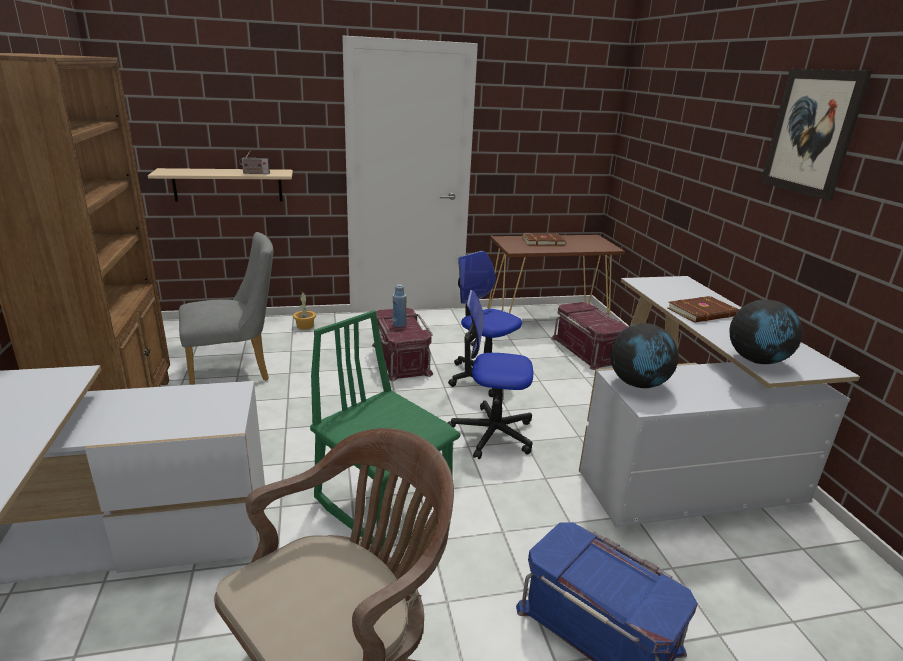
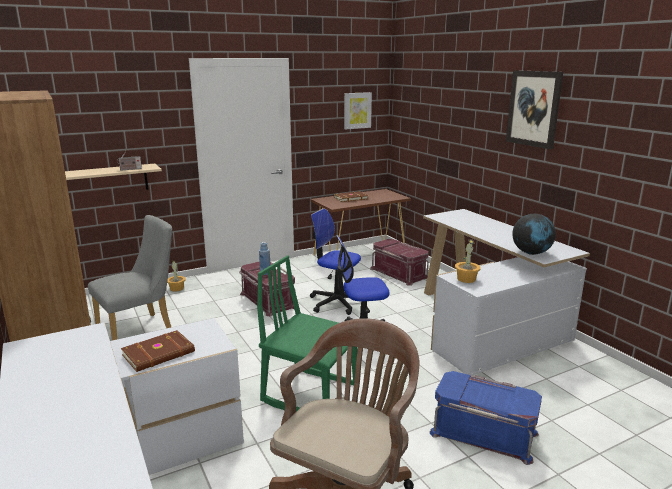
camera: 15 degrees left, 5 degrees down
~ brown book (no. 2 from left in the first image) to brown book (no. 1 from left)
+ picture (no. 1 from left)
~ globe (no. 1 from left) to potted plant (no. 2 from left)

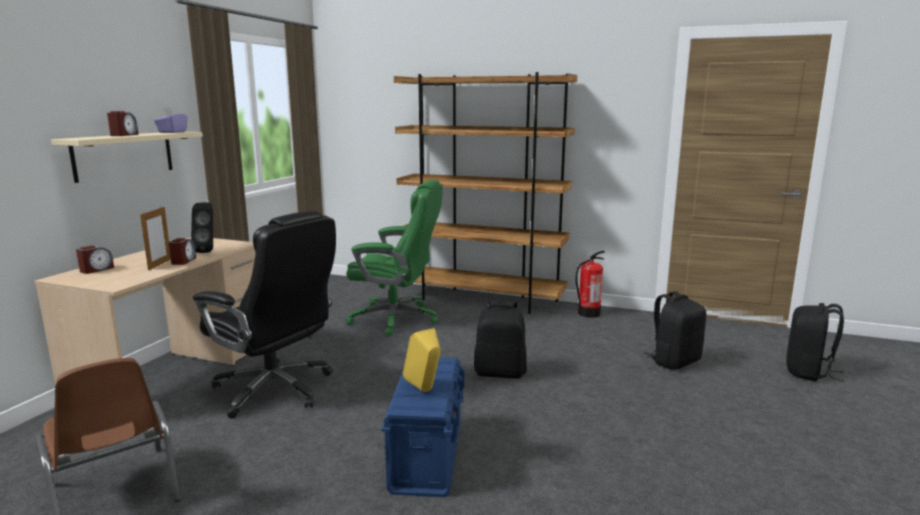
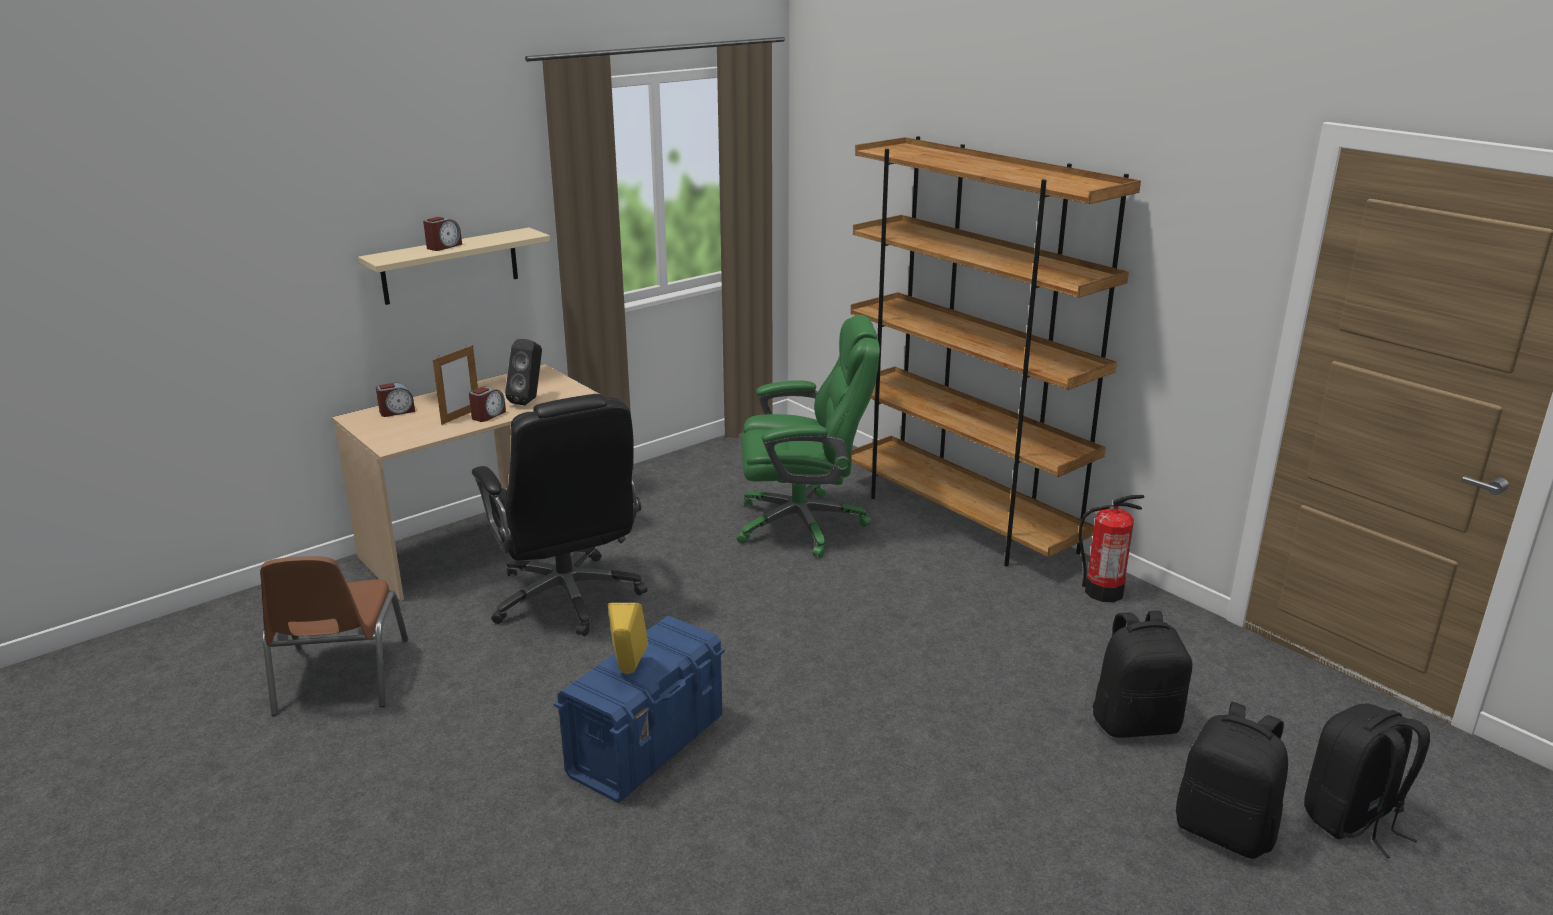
camera: 30 degrees right, 10 degrees up
~ green office chair 45 degrees counterclockwise
~ black backpack (no. 1 from left in the first image) to black backpack (no. 2 from left)
- purple tissue box

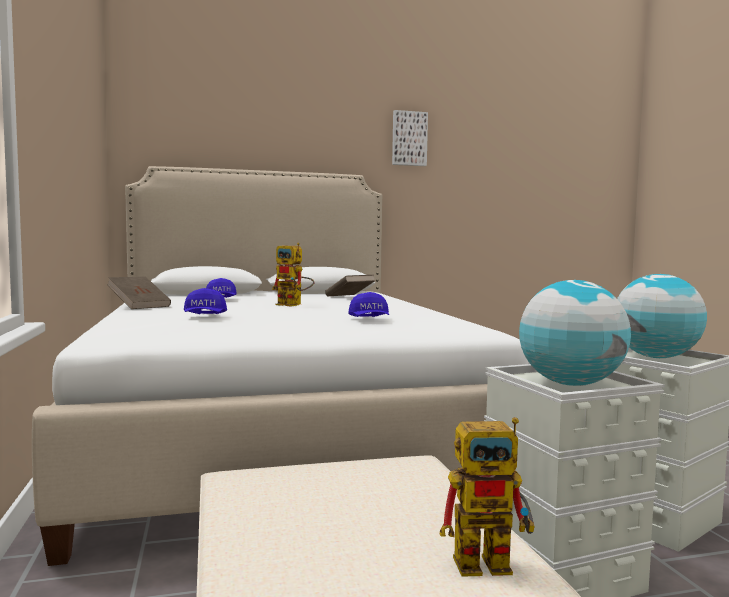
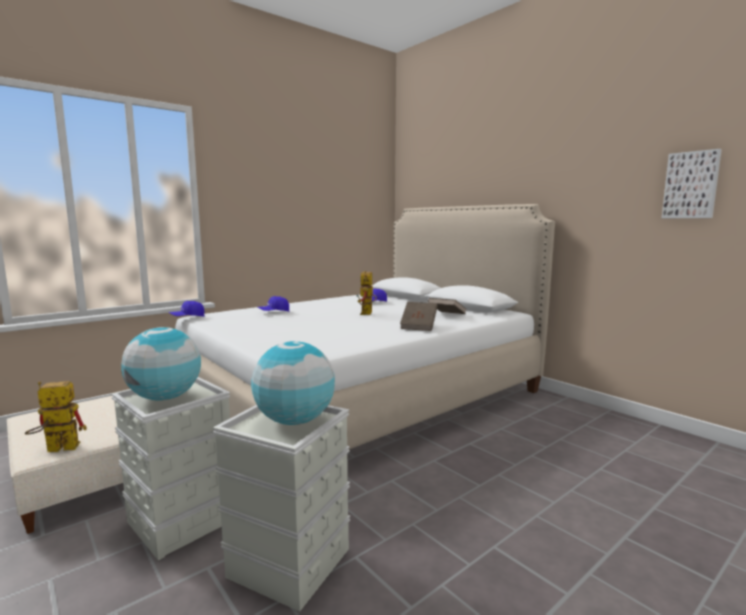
camera: 65 degrees right, 5 degrees up
~ toy robot (no. 2 from left in the first image) 105 degrees clockwise
~ blue cap (no. 3 from left in the first image) to blue cap (no. 1 from left)
~ brown book (no. 1 from left)
~ picture

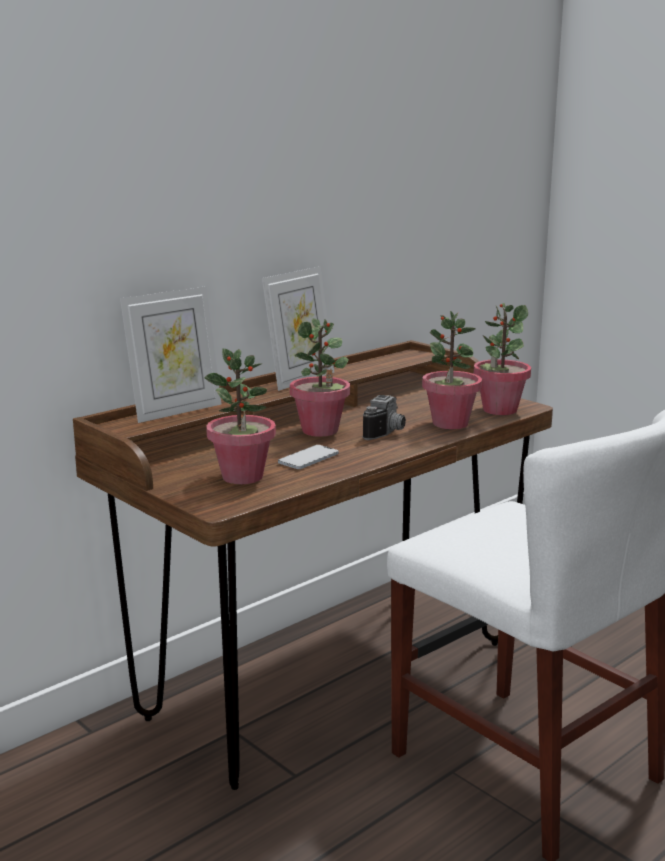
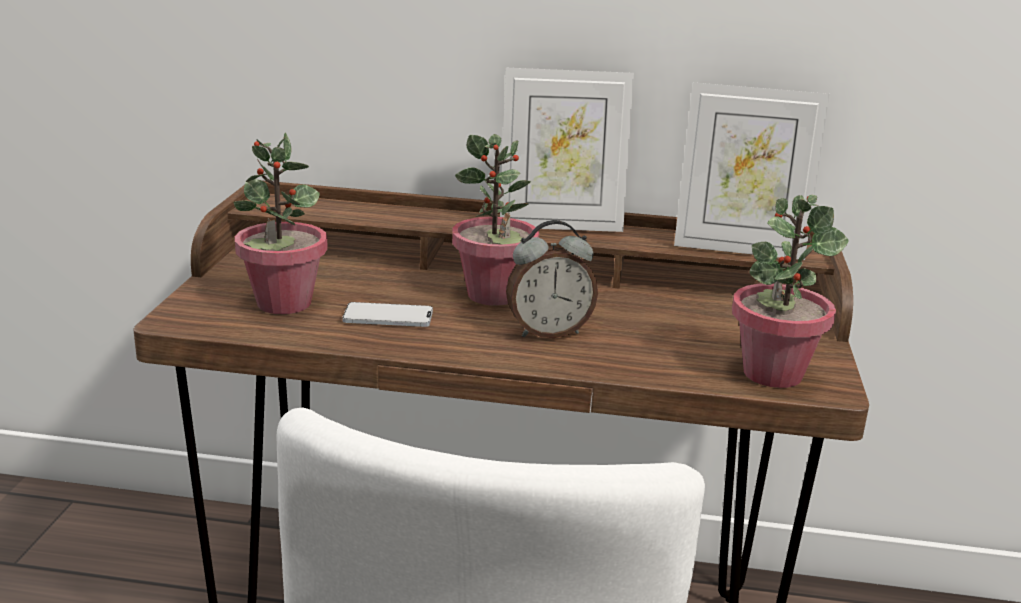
camera: 50 degrees right, 5 degrees up
~ photo camera to alarm clock
~ picture frame (no. 1 from left in the first image) to picture frame (no. 2 from left)
- potted plant (no. 3 from left)

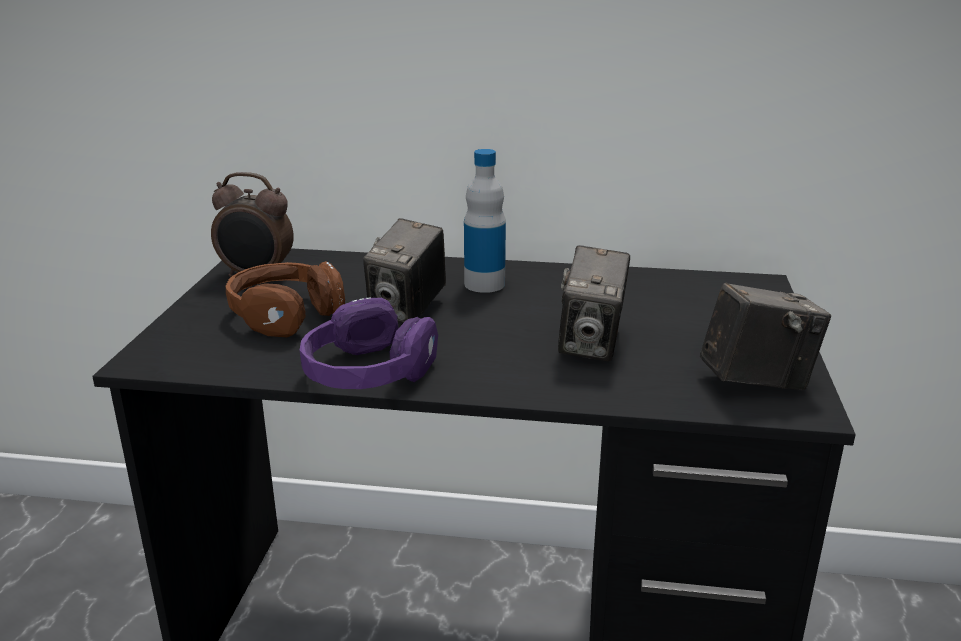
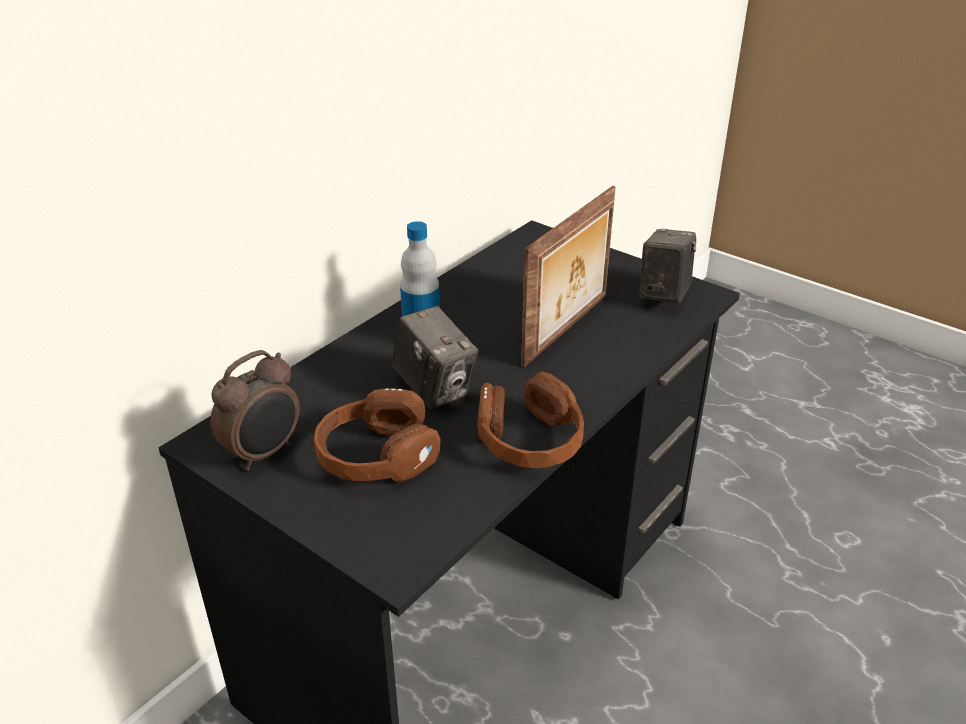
camera: 60 degrees left, 10 degrees up
~ purple headphones to brown headphones (no. 2 from left)
~ photo camera (no. 2 from left) to picture frame

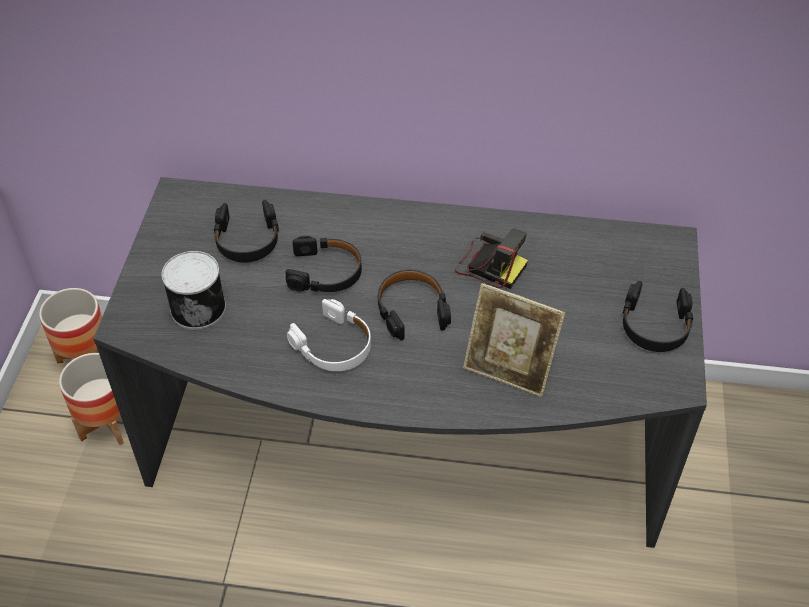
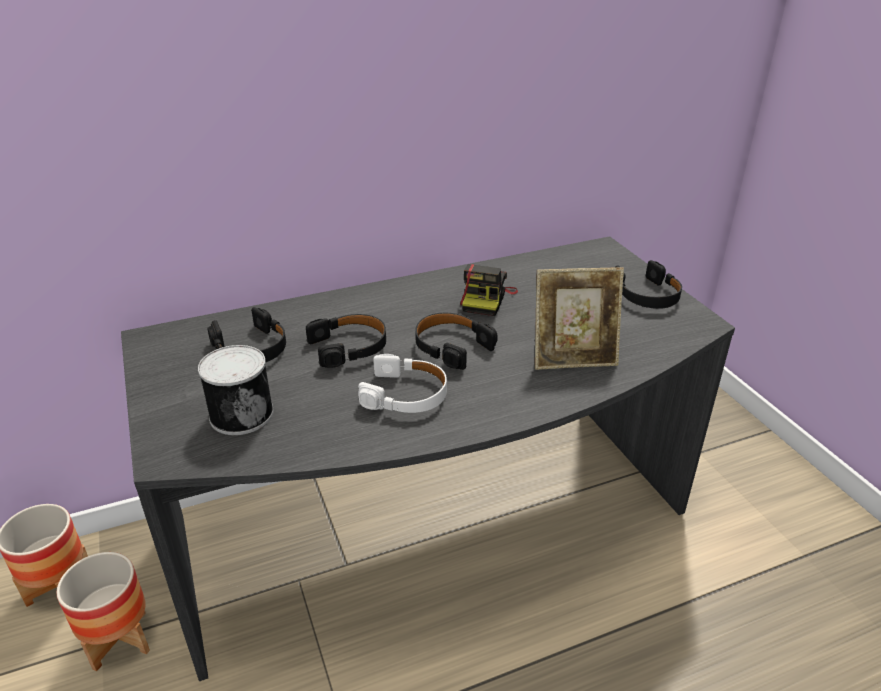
camera: 30 degrees left, 15 degrees down
~ photo camera 105 degrees clockwise

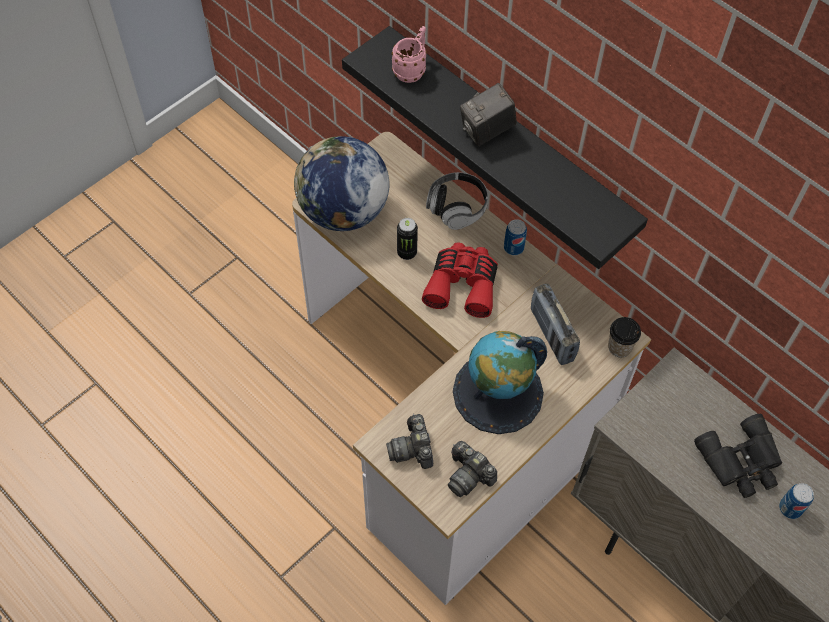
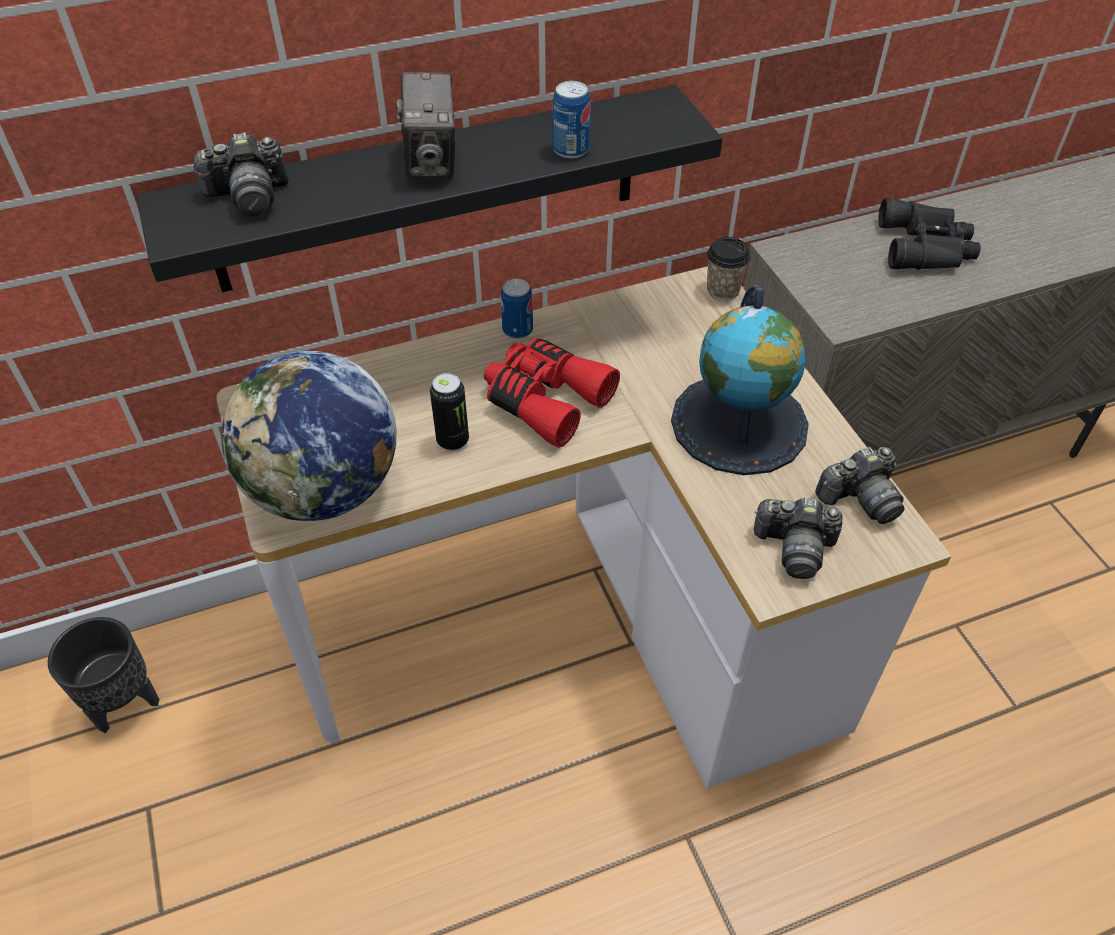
camera: 65 degrees left, 10 degrees down
+ black planter
~ pink mug to photo camera (no. 1 from left)
~ can (no. 3 from left)
- headphones
- radio

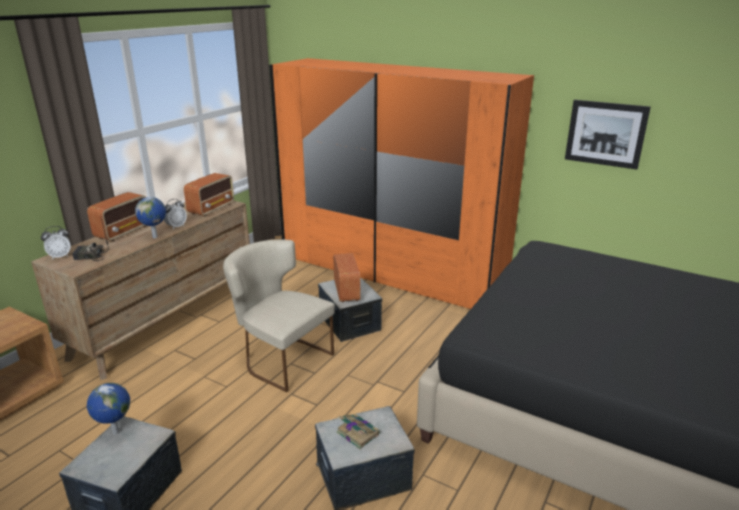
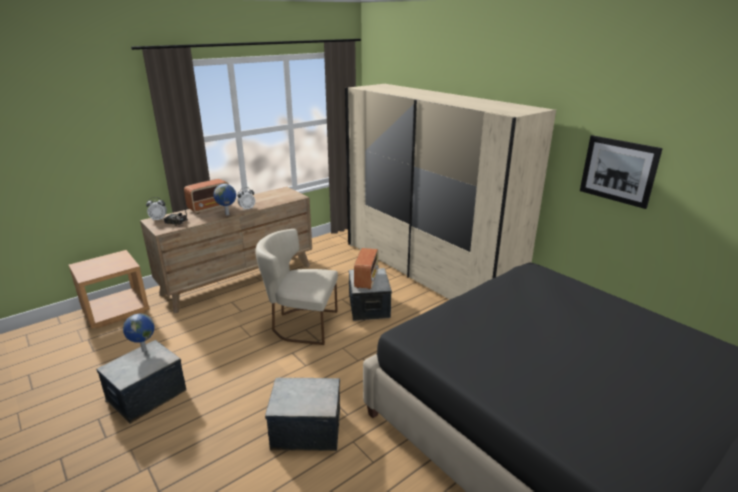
camera: 20 degrees right, 0 degrees up
~ beige chair 45 degrees counterclockwise
~ orange wardrobe to beige wardrobe
- radio (no. 3 from left)
- book

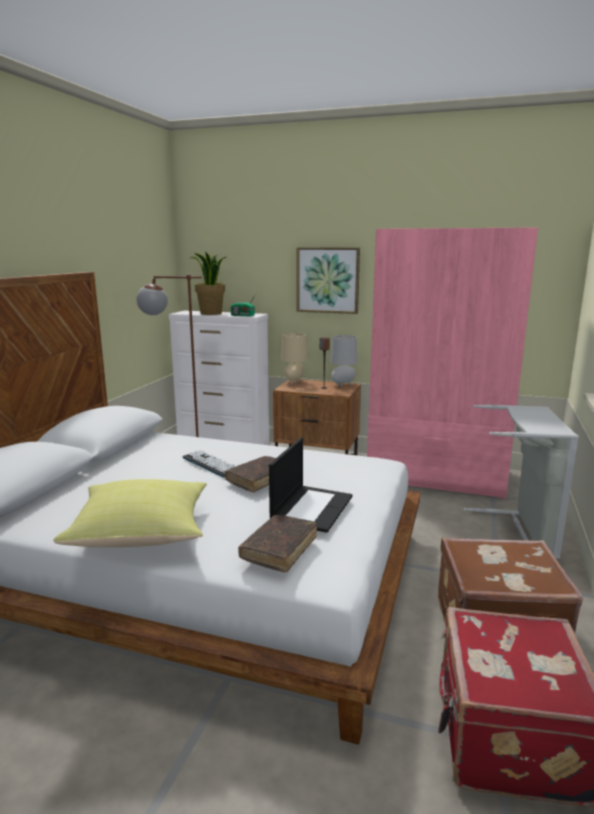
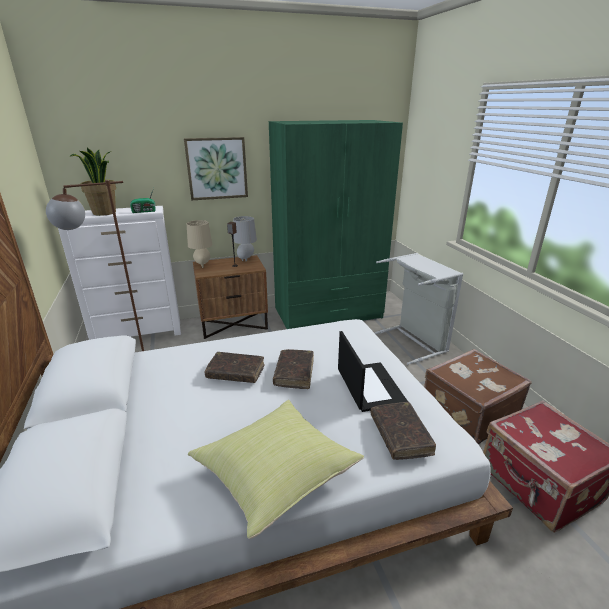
camera: 35 degrees left, 10 degrees up
~ keyboard to brown book (no. 1 from left)
~ pink wardrobe to green wardrobe

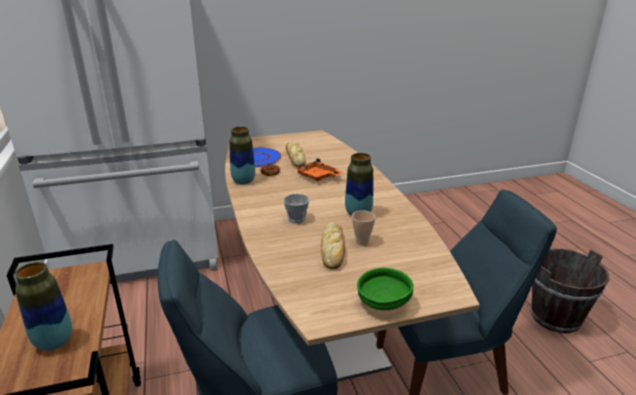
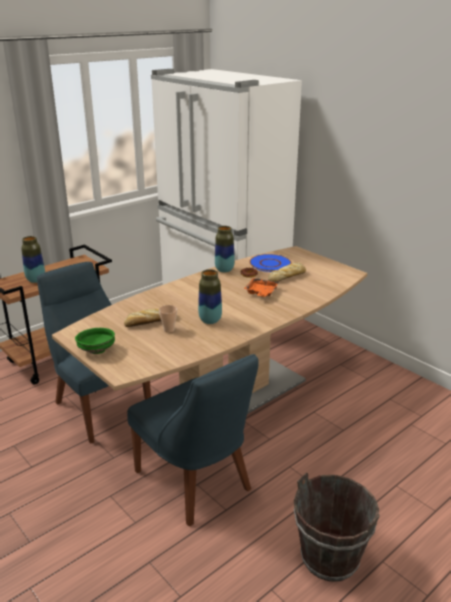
camera: 65 degrees right, 0 degrees up
- cup (no. 1 from left)

